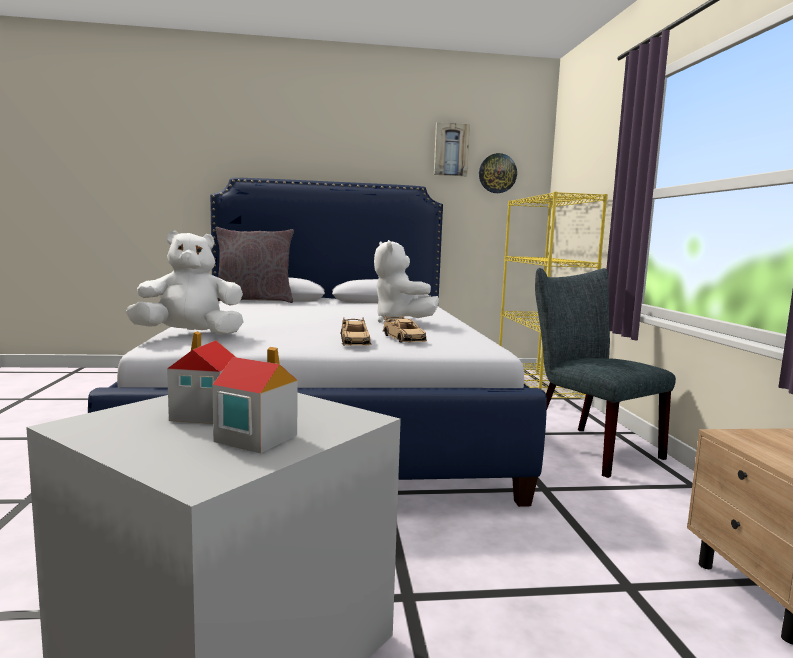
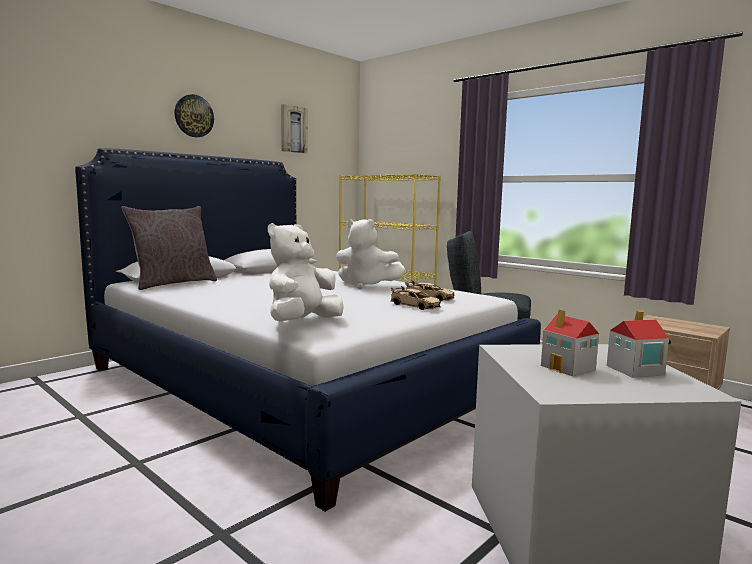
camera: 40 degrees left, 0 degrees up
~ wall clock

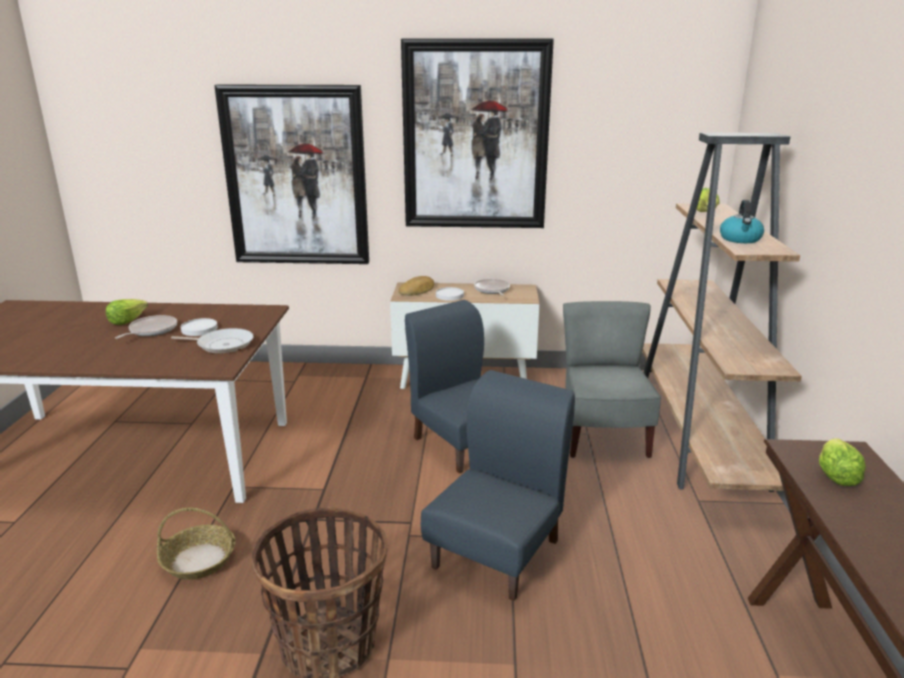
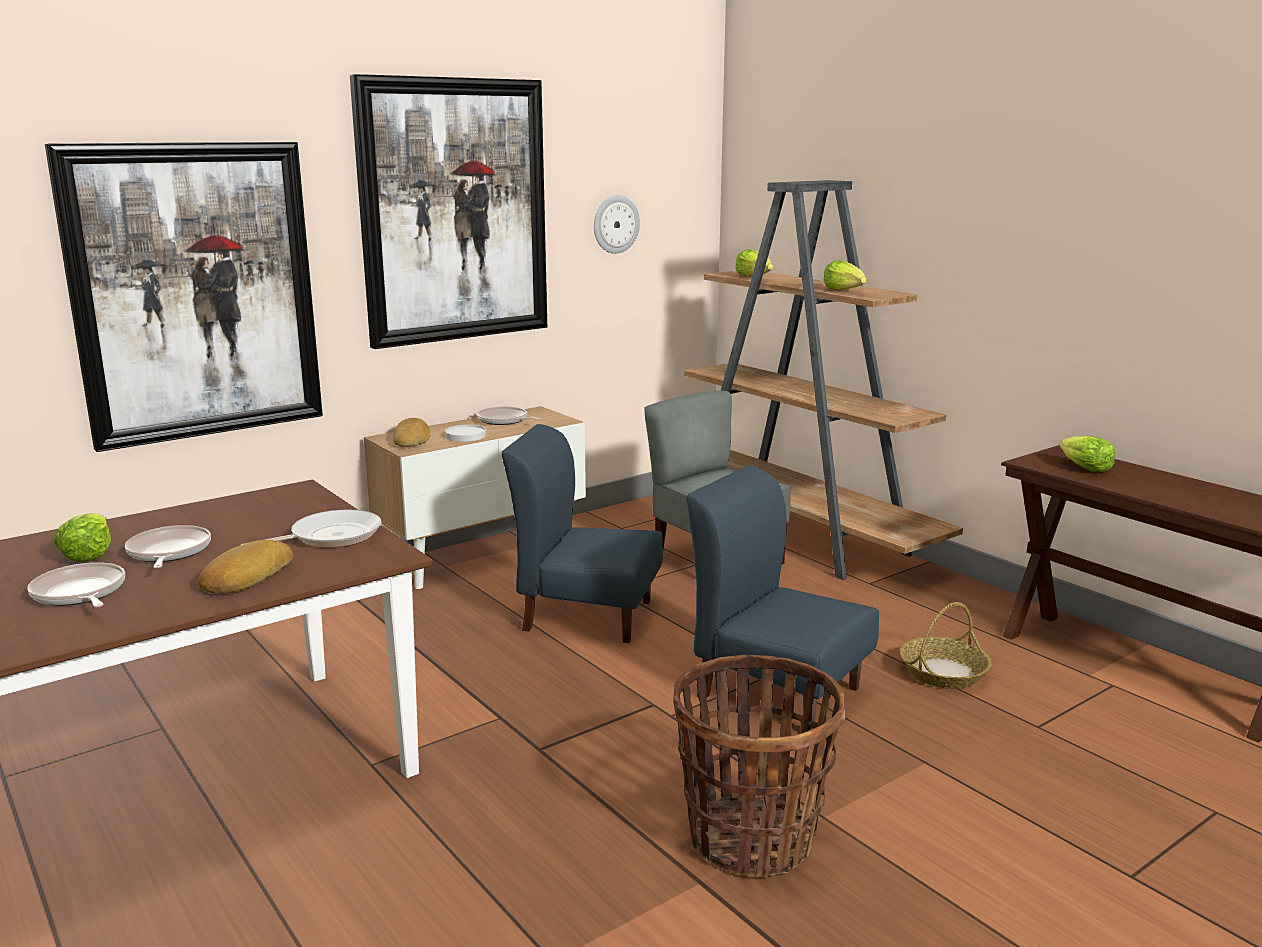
camera: 40 degrees left, 5 degrees down
+ frying pan (no. 1 from left)
+ bread (no. 1 from left)
+ wall clock
~ blue chair (no. 2 from left) 45 degrees counterclockwise
~ kettle to lettuce (no. 3 from left)
~ basket (no. 1 from left in the first image) to basket (no. 2 from left)
- white plate (no. 1 from left)

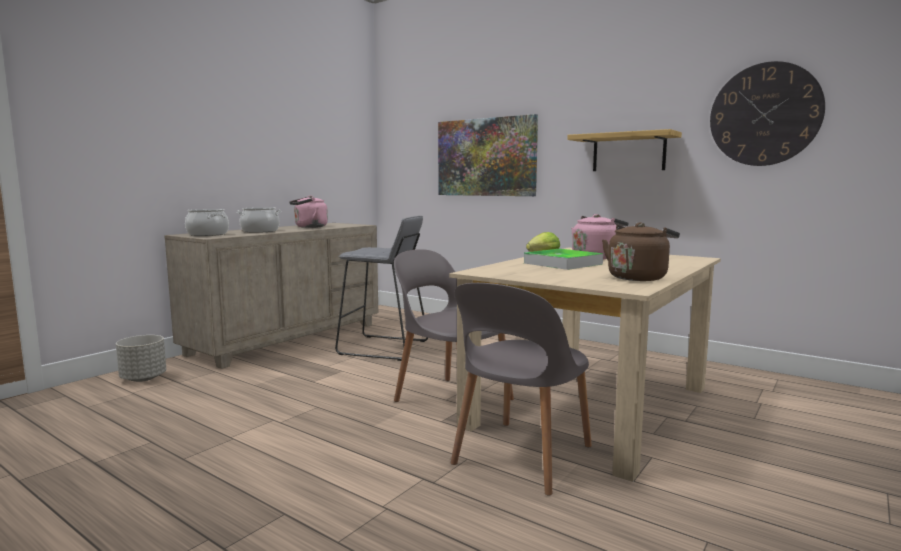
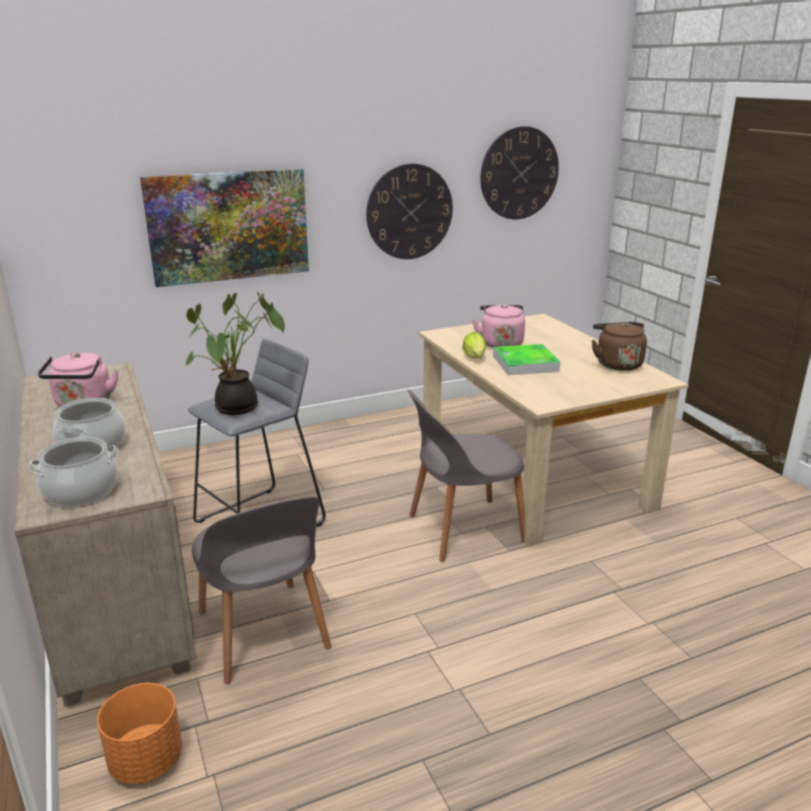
camera: 60 degrees left, 15 degrees up
~ grey planter to orange planter
+ potted plant
~ grey chair (no. 2 from left in the first image) to grey chair (no. 1 from left)
~ shelf to wall clock (no. 1 from left)

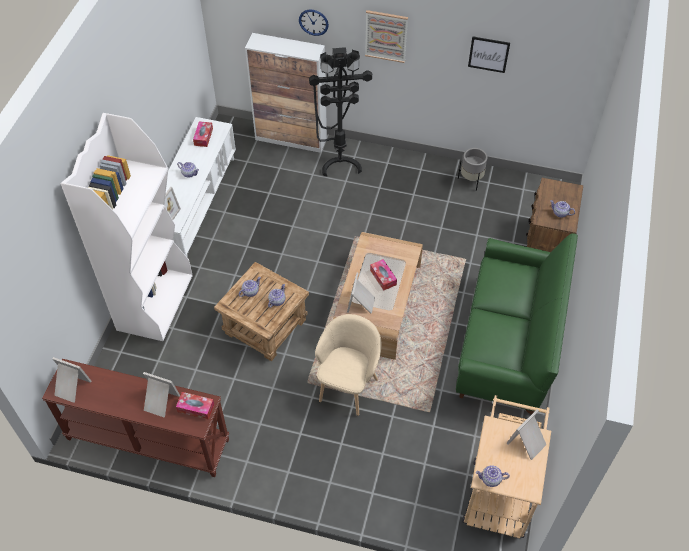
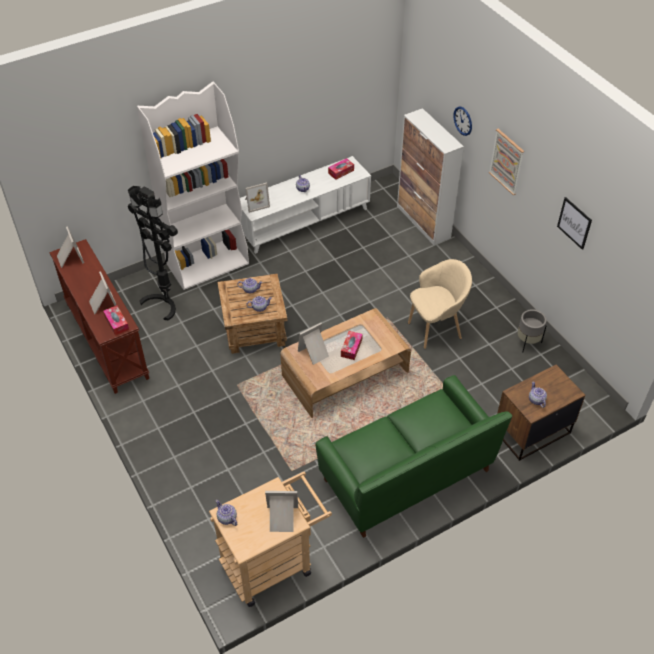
camera: 45 degrees right, 5 degrees down
~ black floor lamp
~ beige armchair

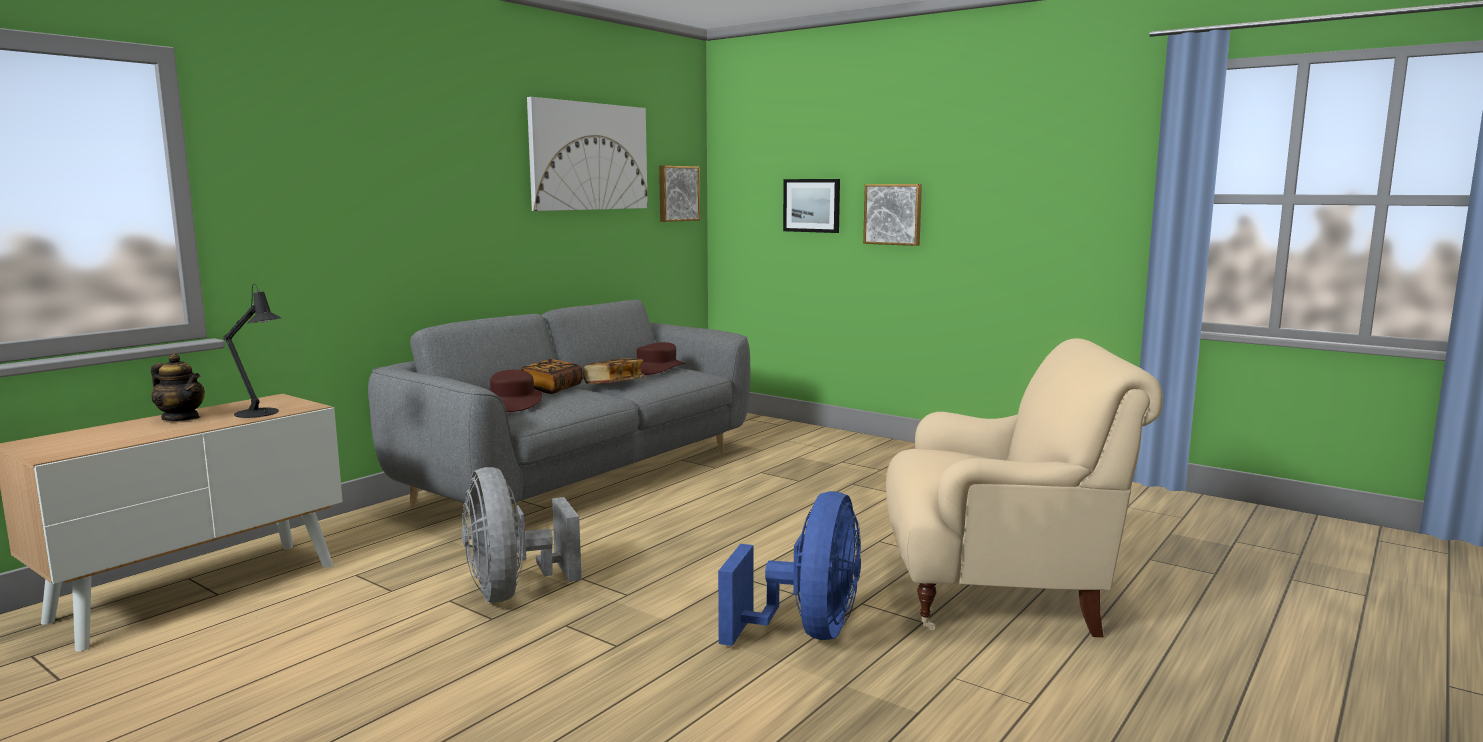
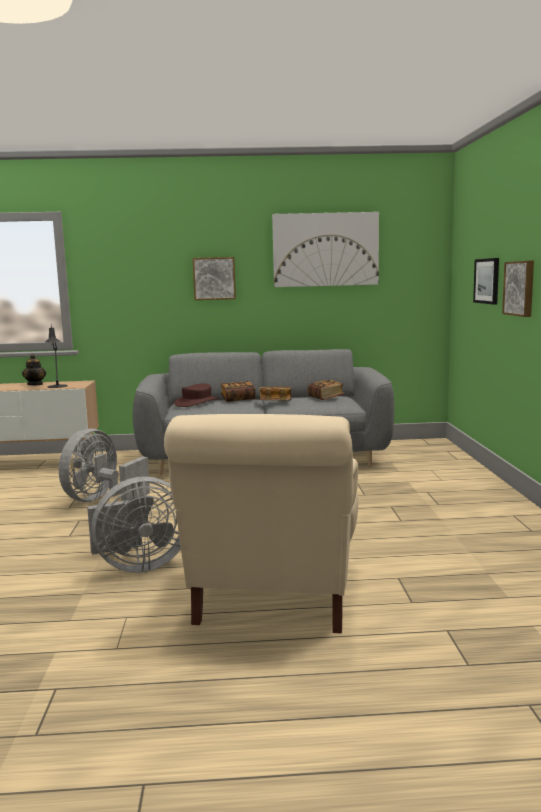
camera: 50 degrees right, 0 degrees up
~ blue fan to grey fan (no. 2 from left)
~ beige armchair 45 degrees clockwise
~ picture (no. 2 from left in the first image) to picture (no. 1 from left)
~ brown hat (no. 2 from left) to book (no. 3 from left)

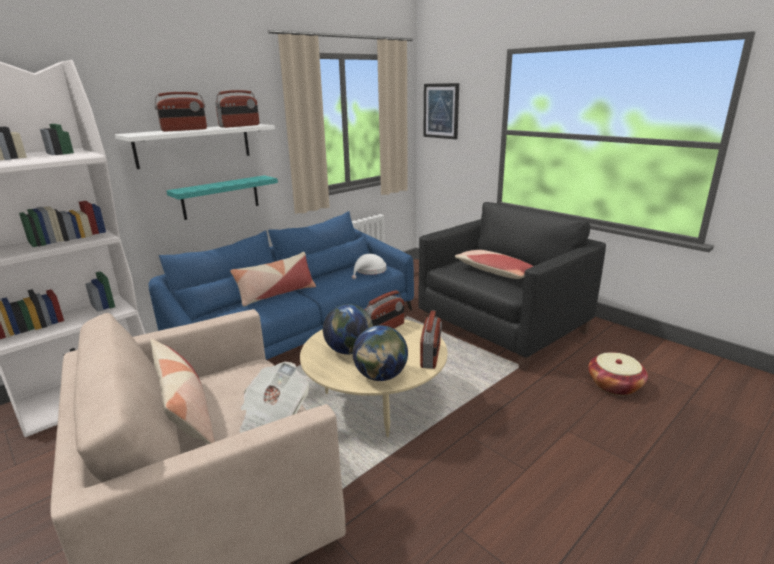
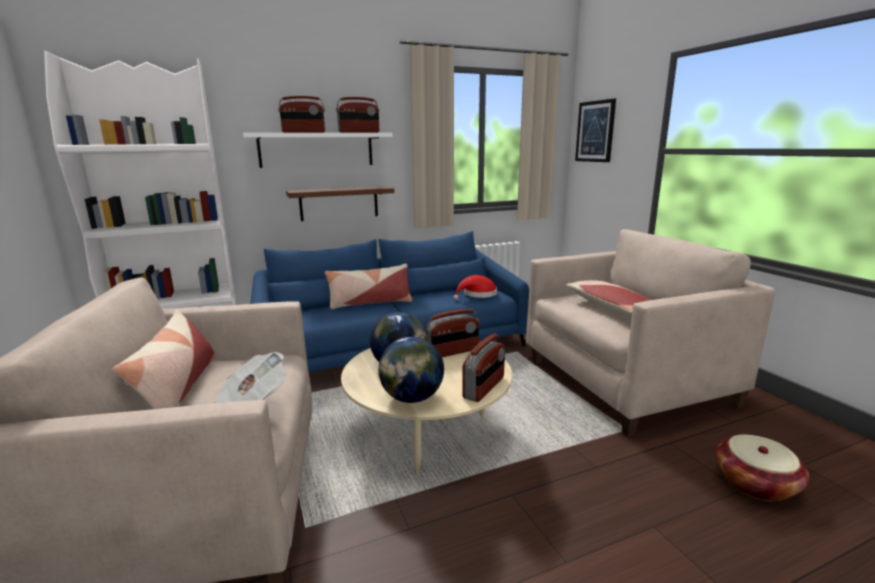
camera: 20 degrees right, 5 degrees down
~ turquoise shelf to brown shelf
~ white hat to red hat
~ black armchair to beige armchair (no. 2 from left)

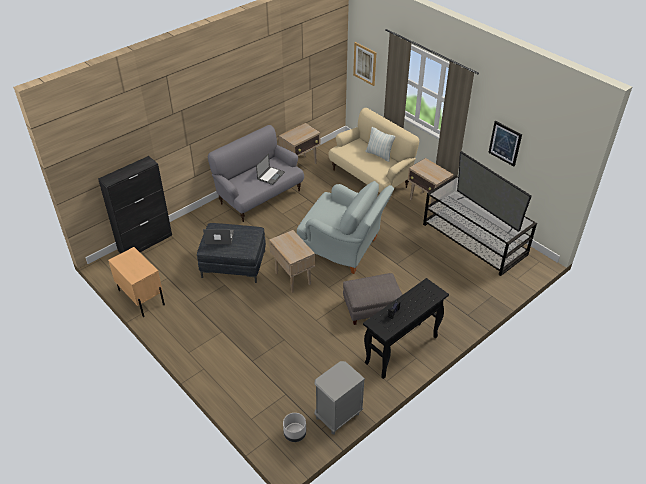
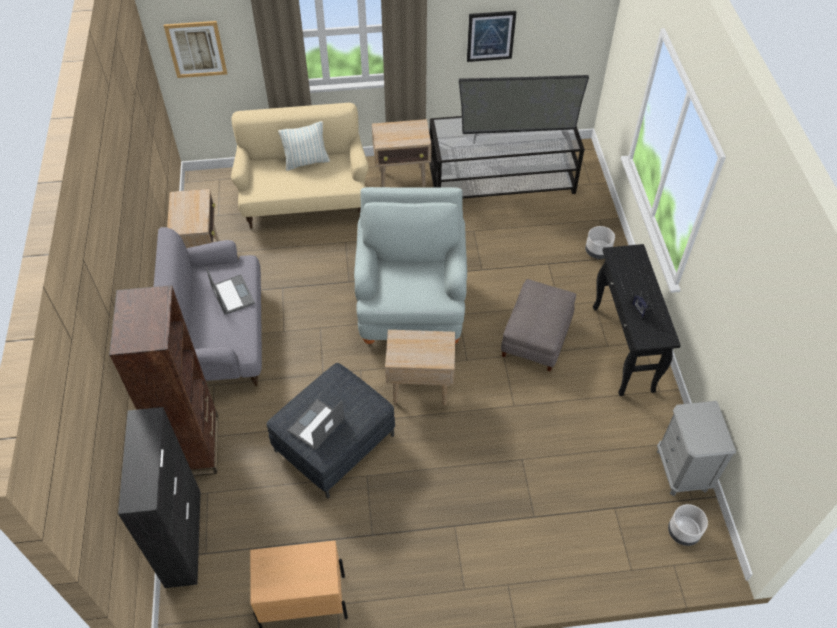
camera: 55 degrees left, 10 degrees up
+ brown bookcase
~ grey armchair 60 degrees counterclockwise
+ grey planter (no. 1 from left)

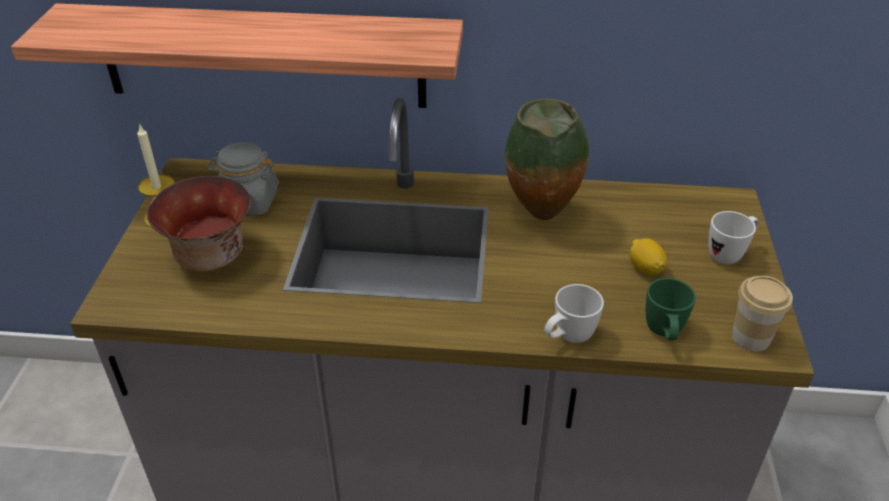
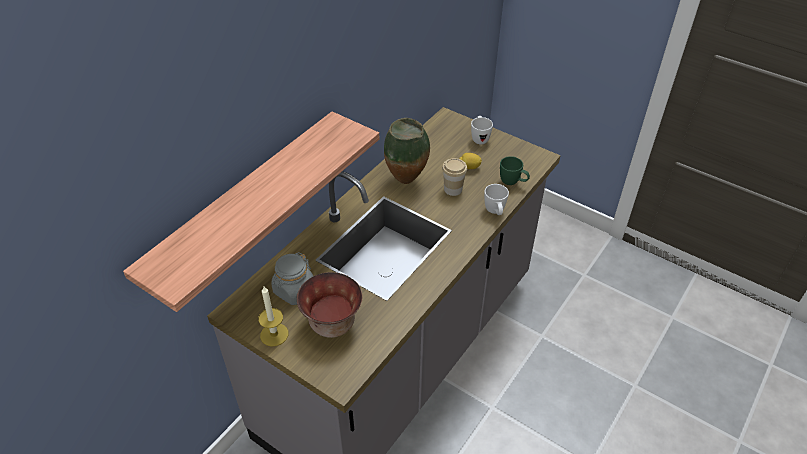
camera: 60 degrees left, 5 degrees up
~ cup

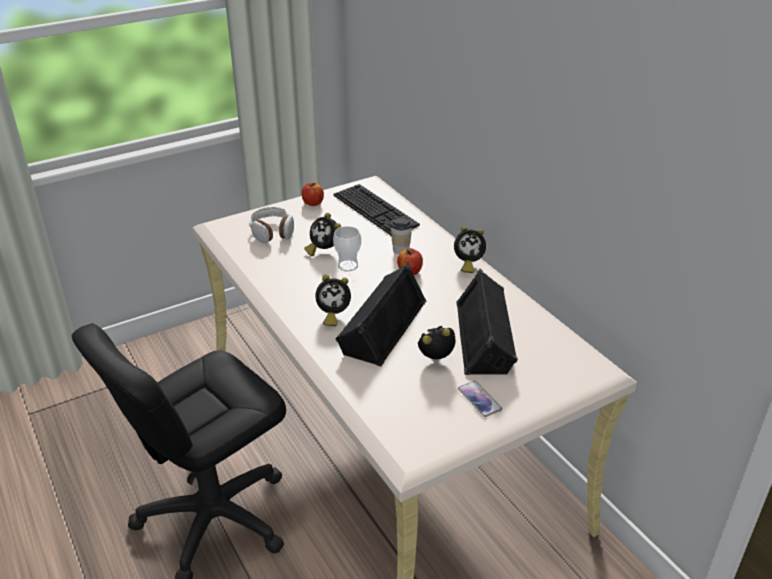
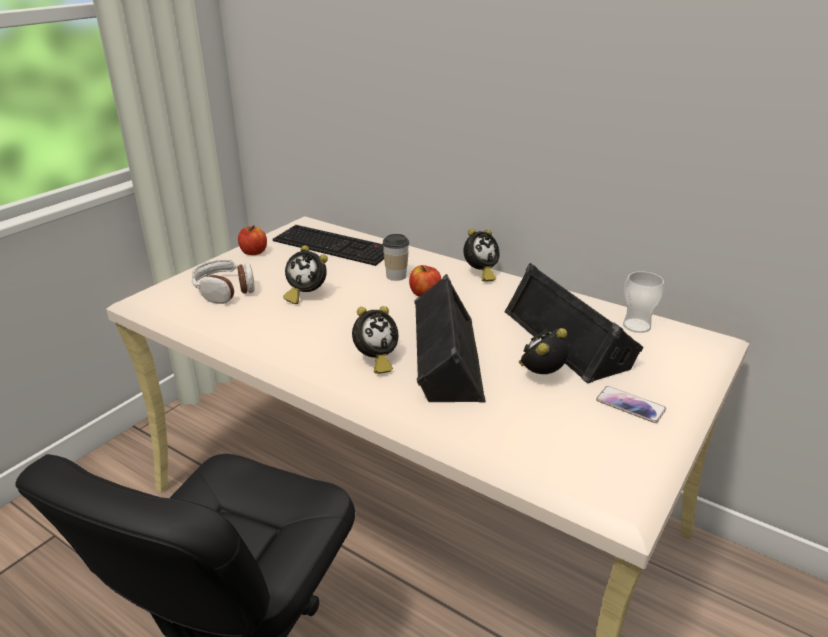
camera: 25 degrees left, 5 degrees down
~ cup (no. 1 from left in the first image) to cup (no. 2 from left)

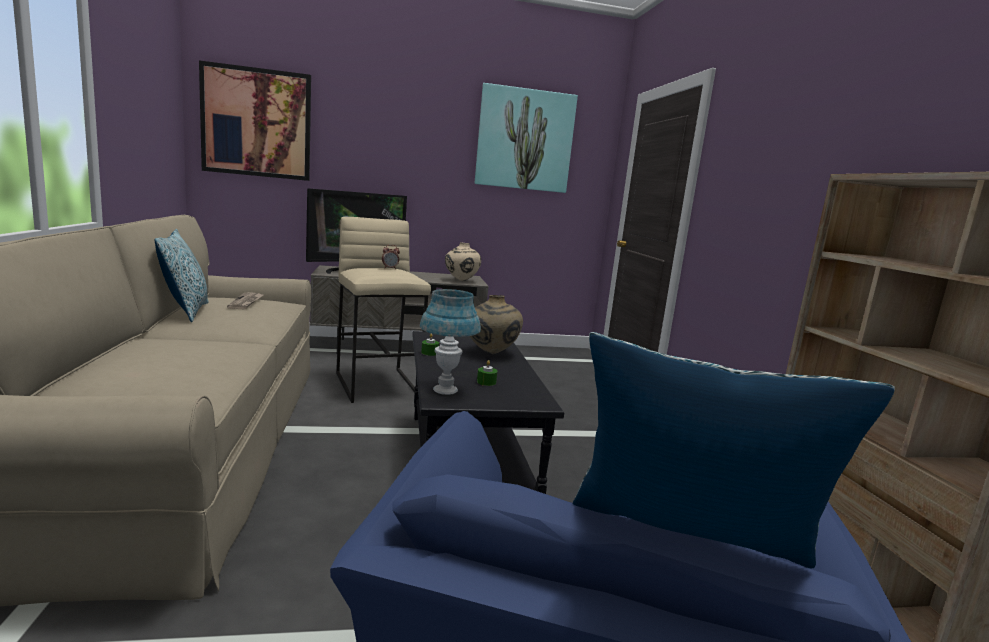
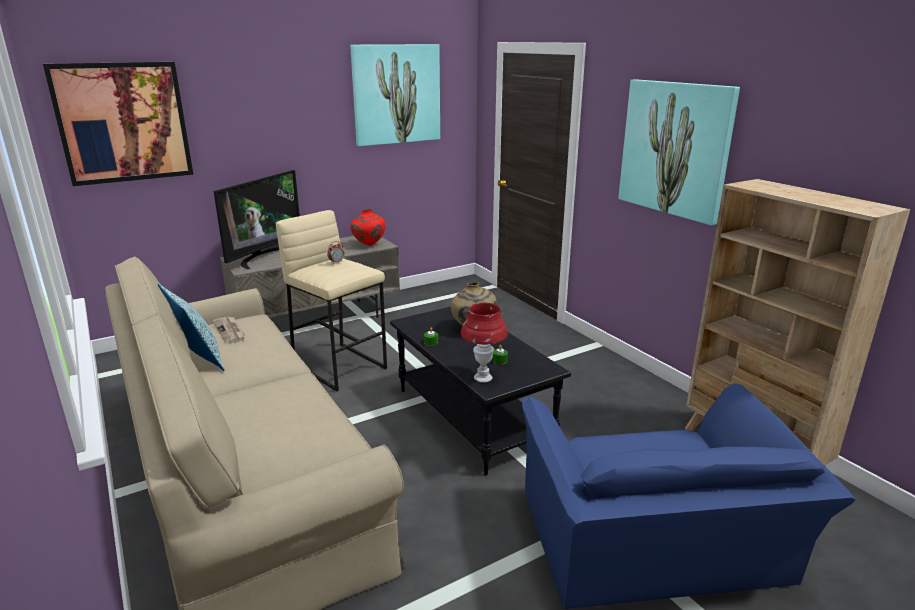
camera: 20 degrees left, 10 degrees up
~ beige vase (no. 1 from left) to red vase
~ blue table lamp to red table lamp
+ picture (no. 3 from left)
- pillow (no. 2 from left)

